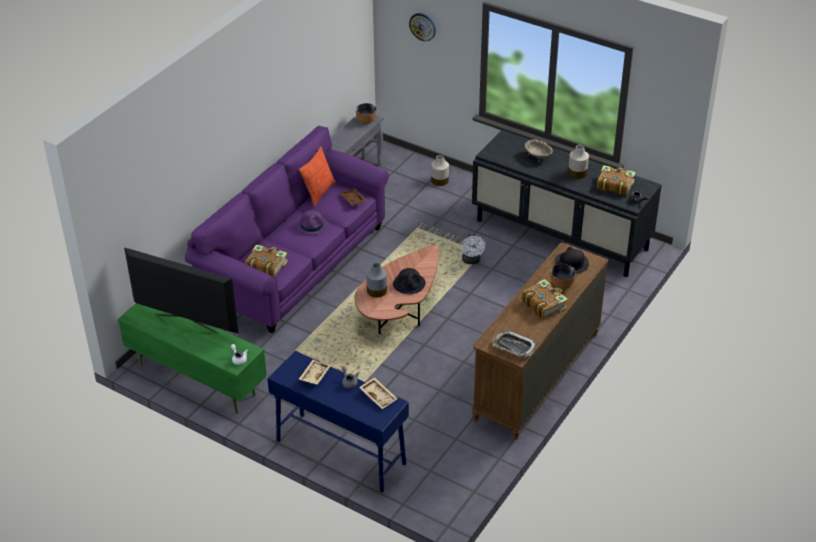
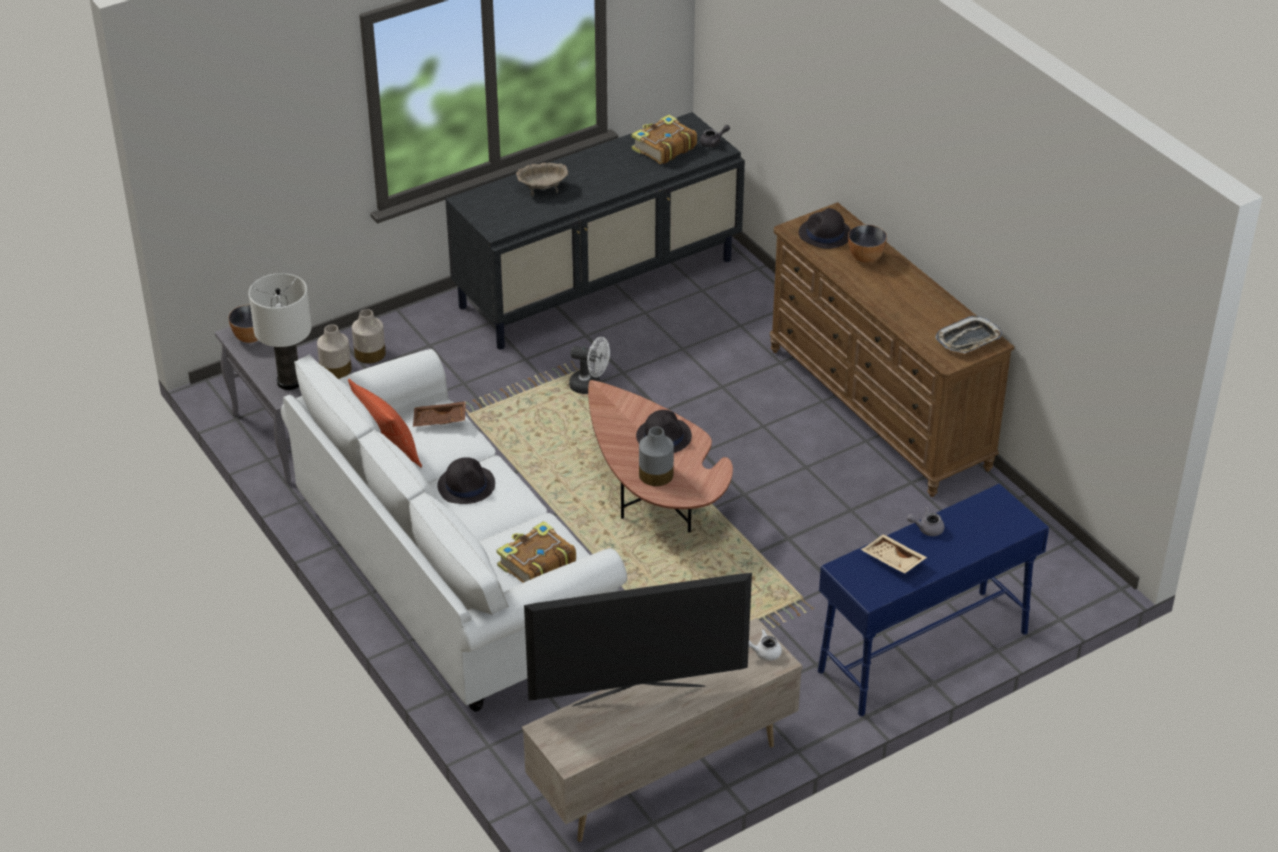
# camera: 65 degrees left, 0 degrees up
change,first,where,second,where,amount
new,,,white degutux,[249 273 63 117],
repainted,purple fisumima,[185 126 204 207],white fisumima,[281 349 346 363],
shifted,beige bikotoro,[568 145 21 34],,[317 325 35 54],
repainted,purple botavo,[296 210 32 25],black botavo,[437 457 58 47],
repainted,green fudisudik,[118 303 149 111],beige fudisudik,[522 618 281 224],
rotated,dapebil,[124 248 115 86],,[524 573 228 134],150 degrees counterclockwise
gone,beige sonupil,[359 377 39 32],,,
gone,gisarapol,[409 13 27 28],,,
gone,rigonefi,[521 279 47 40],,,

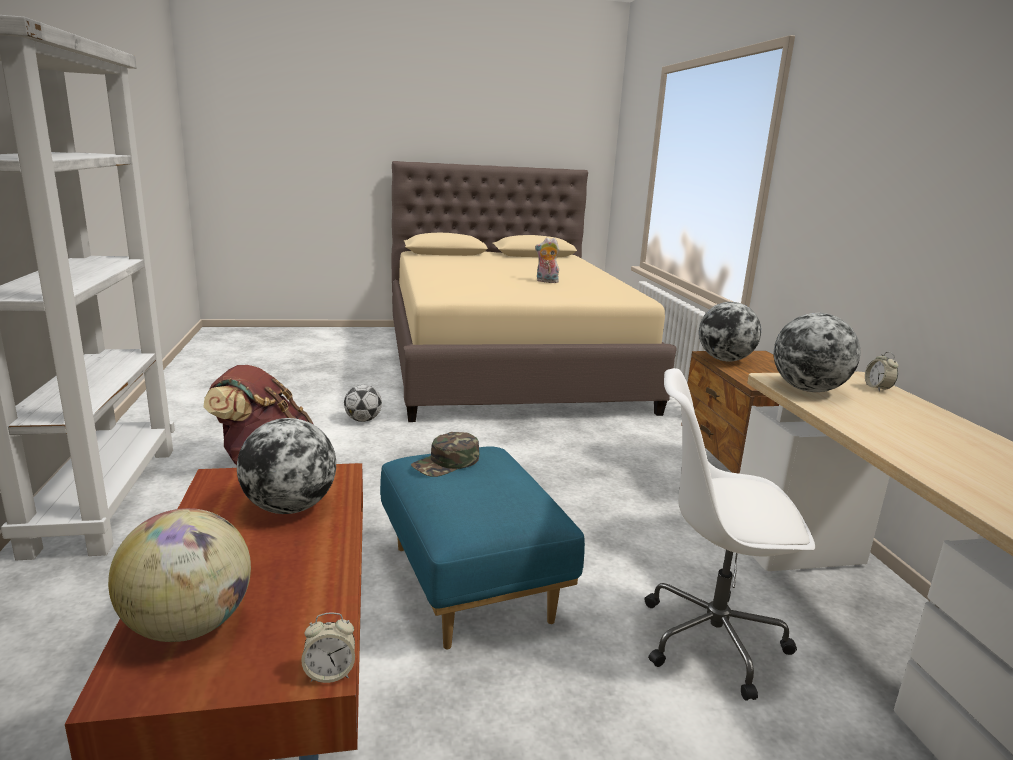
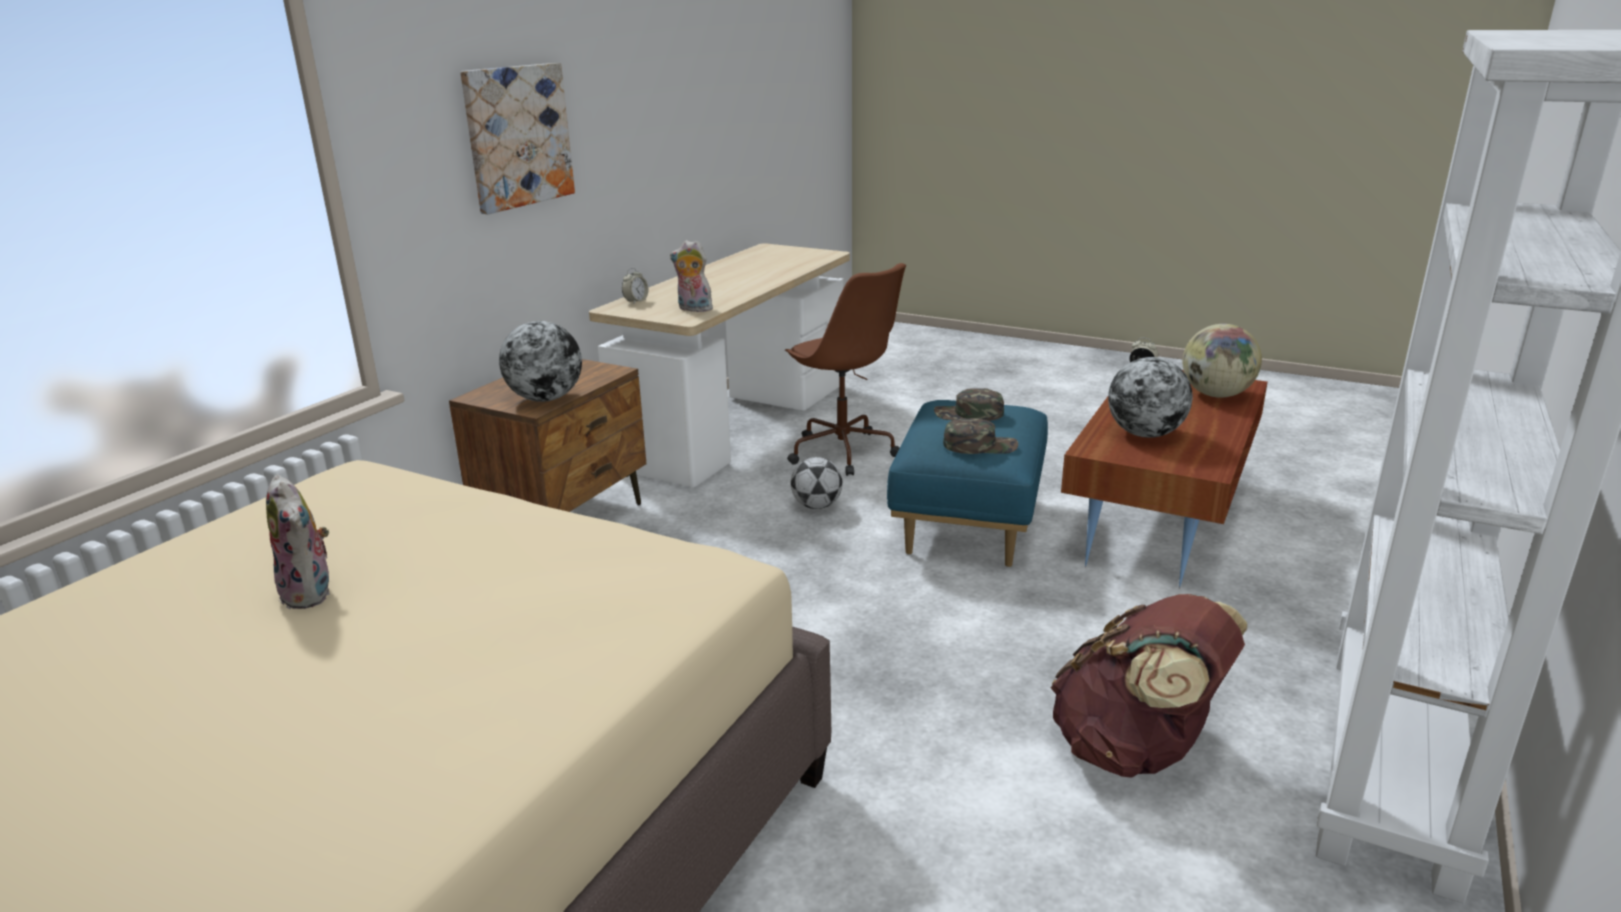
# camera: 140 degrees left, 5 degrees up
change,first,where,second,where,amount
new,,,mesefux,[460 63 115 151],
swapped,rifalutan,[774 313 86 79],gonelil,[670 240 43 72],
repainted,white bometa,[644 368 171 333],brown bometa,[785 263 121 213],
shifted,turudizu,[344 385 38 37],,[791 457 52 52],
new,,,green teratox,[934 388 70 33],

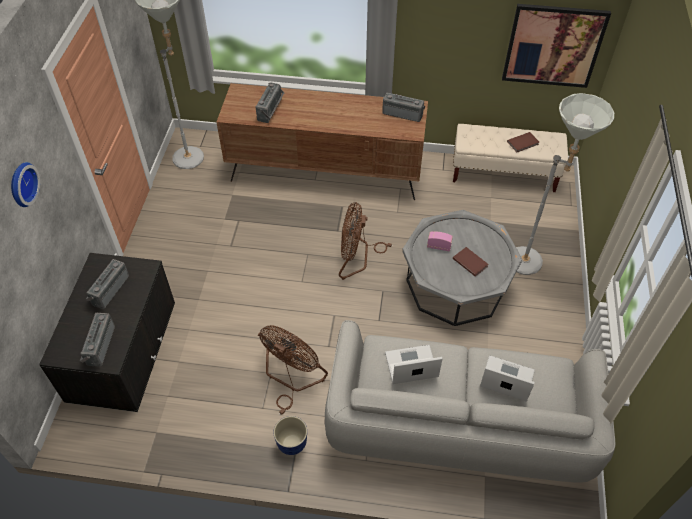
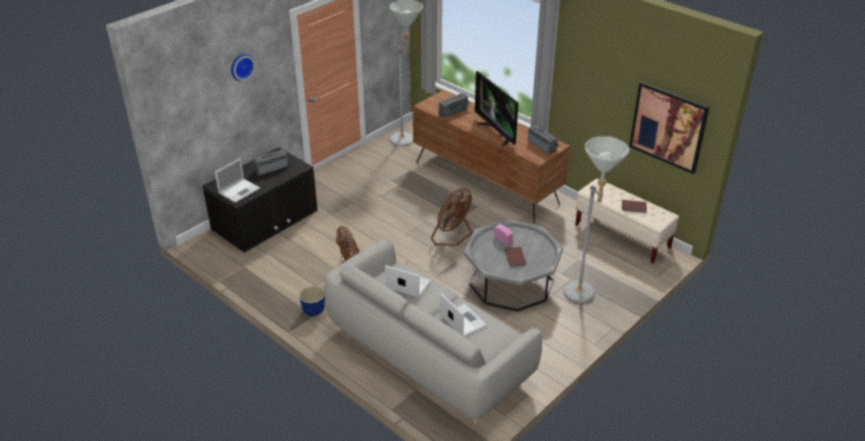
# camera: 35 degrees right, 15 degrees down
change,first,where,second,where,amount
swapped,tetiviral,[80 313 35 54],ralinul,[215 158 45 45],
new,,,dapebil,[475 71 43 76],

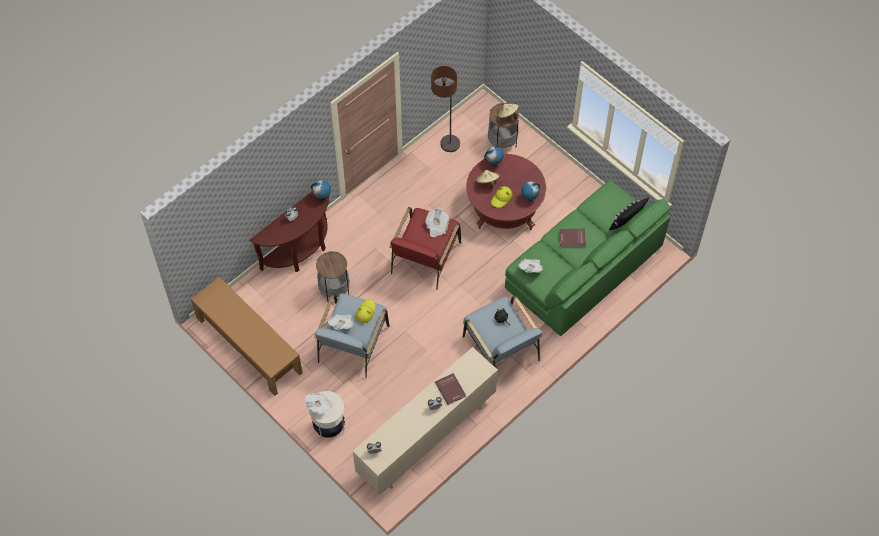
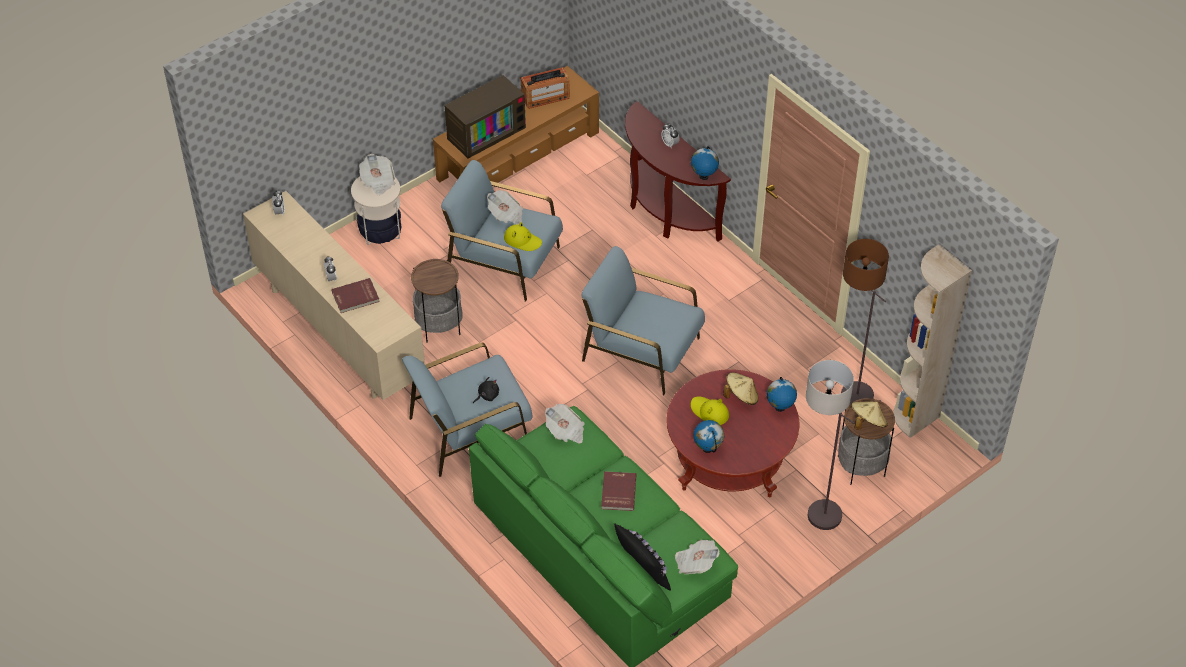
# camera: 95 degrees right, 10 degrees down
change,first,where,second,where,amount
shifted,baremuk,[316 251 34 51],,[411 259 52 84],
new,,,dapebil,[445 75 81 83],
new,,,tetiviral,[521 67 49 42],
repainted,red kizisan,[389 207 72 83],blue kizisan,[582 246 123 149],
shifted,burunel,[425 208 24 29],,[675 540 44 34],
new,,,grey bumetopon,[806 360 49 170],
new,,,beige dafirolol,[893 244 79 194],

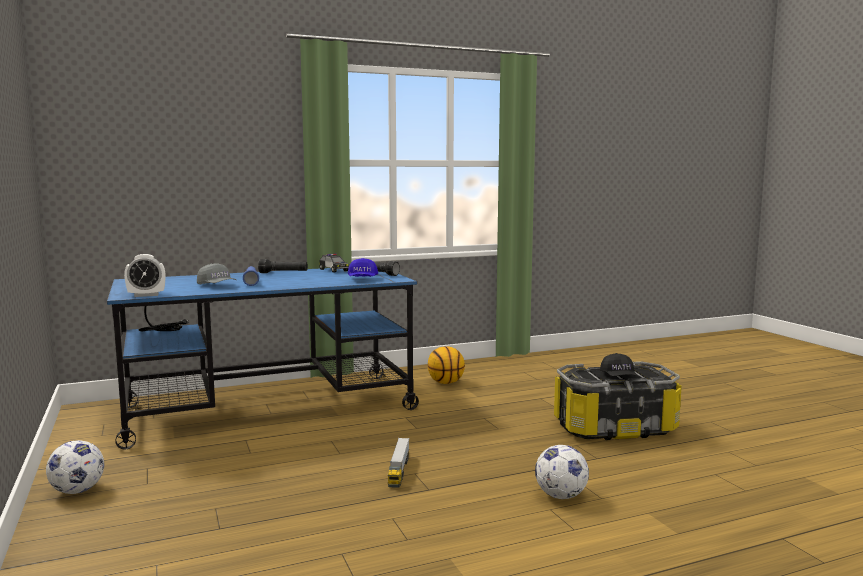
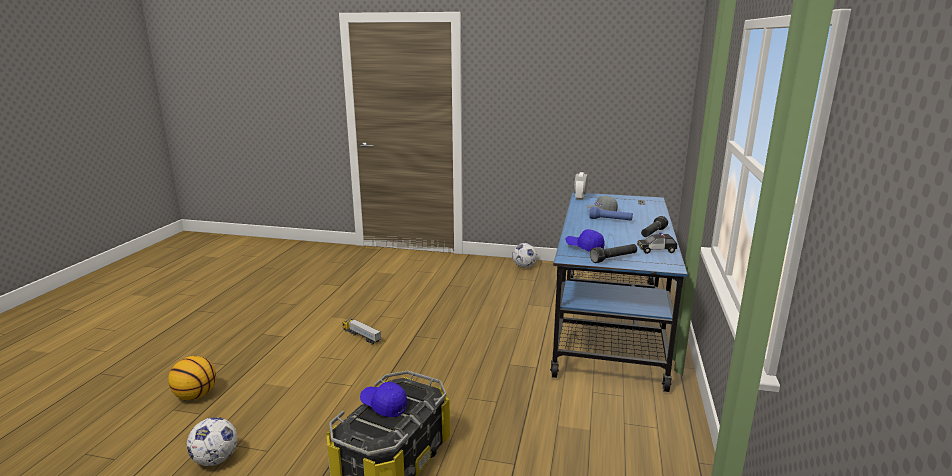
# camera: 125 degrees right, 10 degrees up
change,first,where,second,where,amount
shifted,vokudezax,[428 346 37 38],,[168 356 48 44],
shifted,turudizu,[535 445 54 54],,[187 417 50 49],
shifted,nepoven,[388 438 21 50],,[342 319 39 26],
repainted,black teratox,[600 353 37 23],blue teratox,[360 382 47 35],

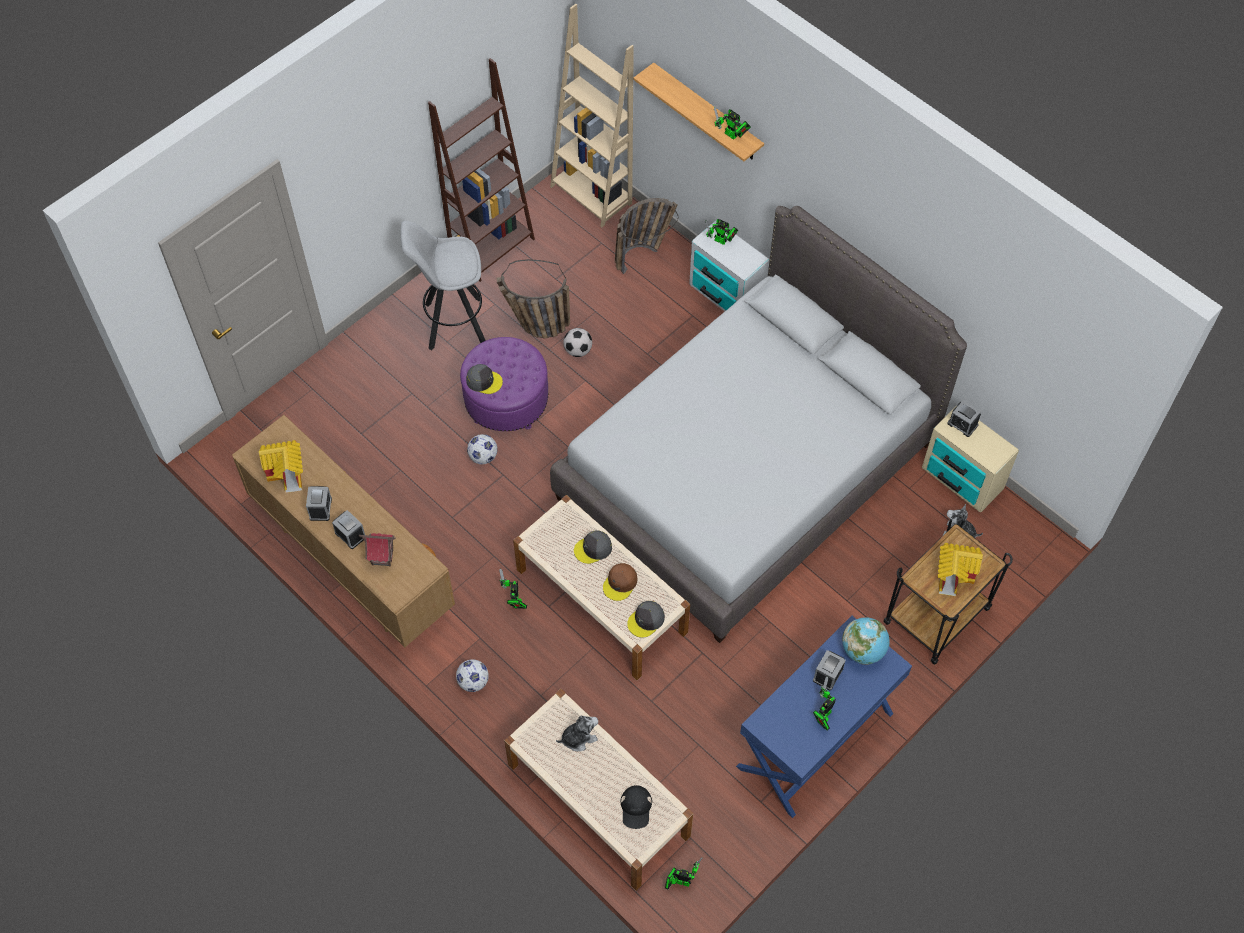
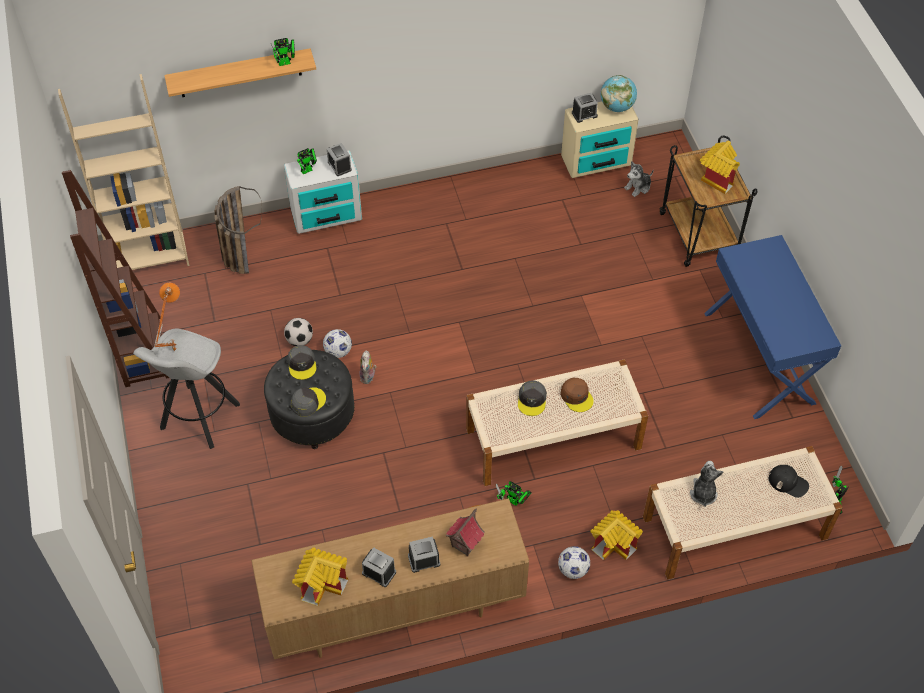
# camera: 60 degrees left, 5 degrees down
change,first,where,second,where,amount
new,,,orange degutux,[155 283 25 68],
repainted,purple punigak,[460 337 89 94],black punigak,[264 350 91 99],
shifted,grey teratox,[627 601 38 36],,[287 345 29 35],
shifted,turudizu,[467 434 31 30],,[323 329 29 29],
shifted,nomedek,[813 650 33 41],,[327 143 25 33],
new,,,gonelil,[360 351 17 33],
new,,,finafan,[590 510 53 50],
shifted,rifalutan,[842 617 48 48],,[601 75 36 37],
gone,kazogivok,[497 259 73 79],,,
gone,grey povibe,[550 206 417 437],,,
gone,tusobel,[813 677 23 54],,,

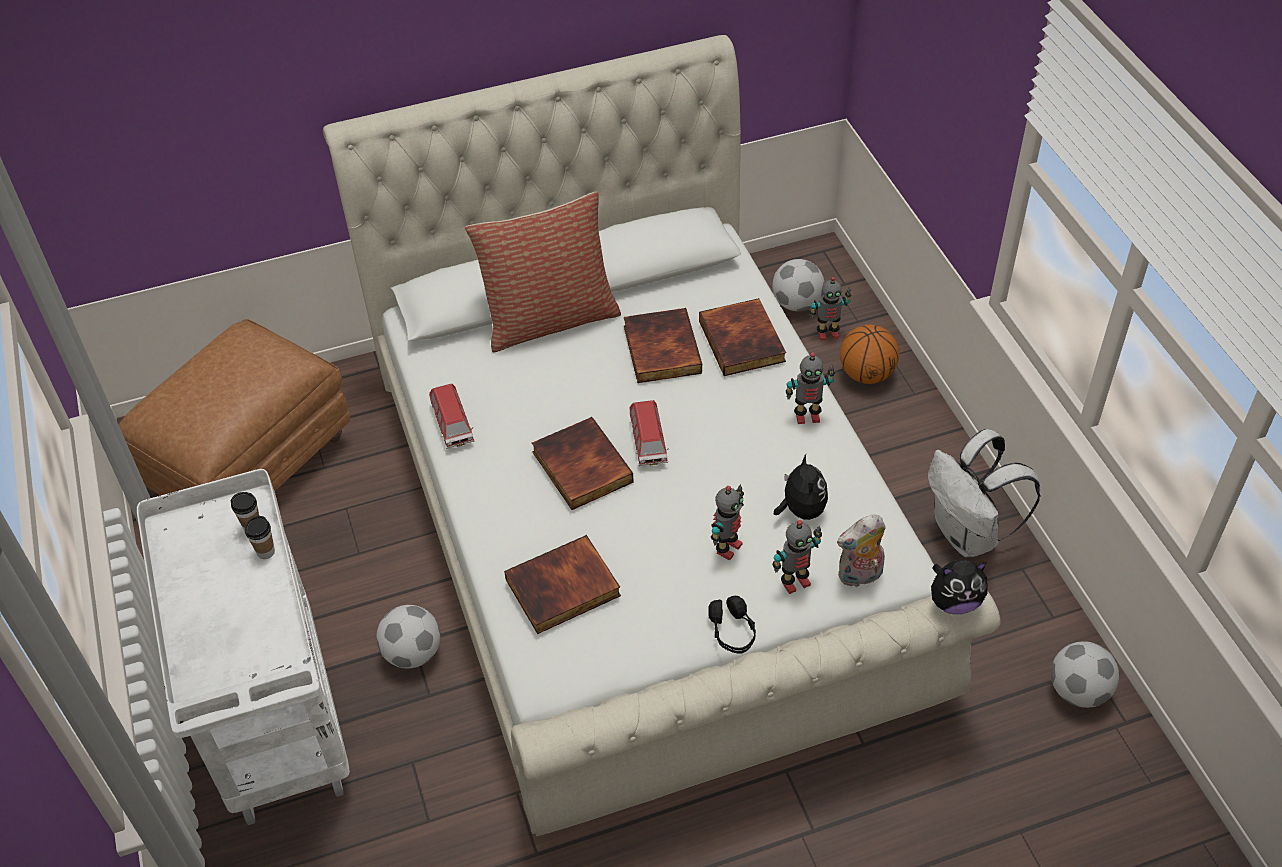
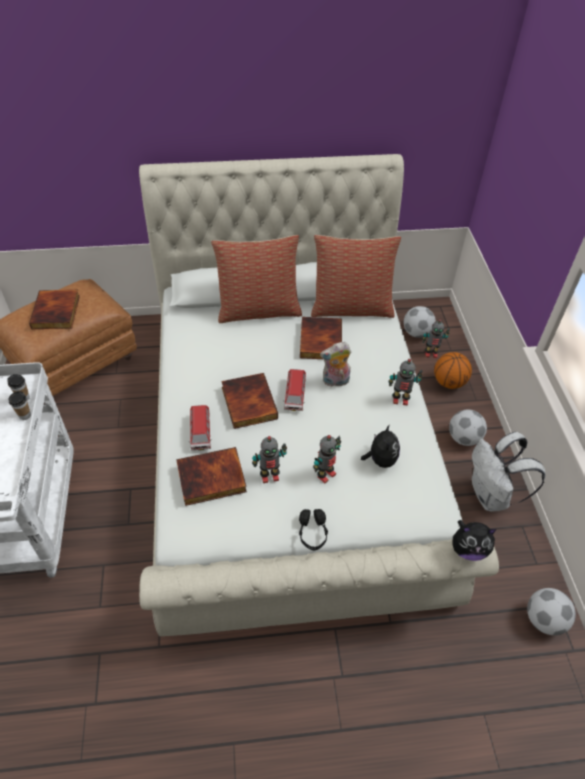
# camera: 10 degrees right, 0 degrees up
change,first,where,second,where,amount
shifted,rigonefi,[699 298 87 78],,[29 290 51 39],
shifted,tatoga,[429 384 46 65],,[188 405 24 45],
shifted,tusobel,[772 520 50 74],,[252 436 35 47],
new,,,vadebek,[311 235 90 83],
shifted,gonelil,[837 514 49 73],,[320 342 31 45],
shifted,turudizu,[376 605 64 64],,[449 409 38 37],

